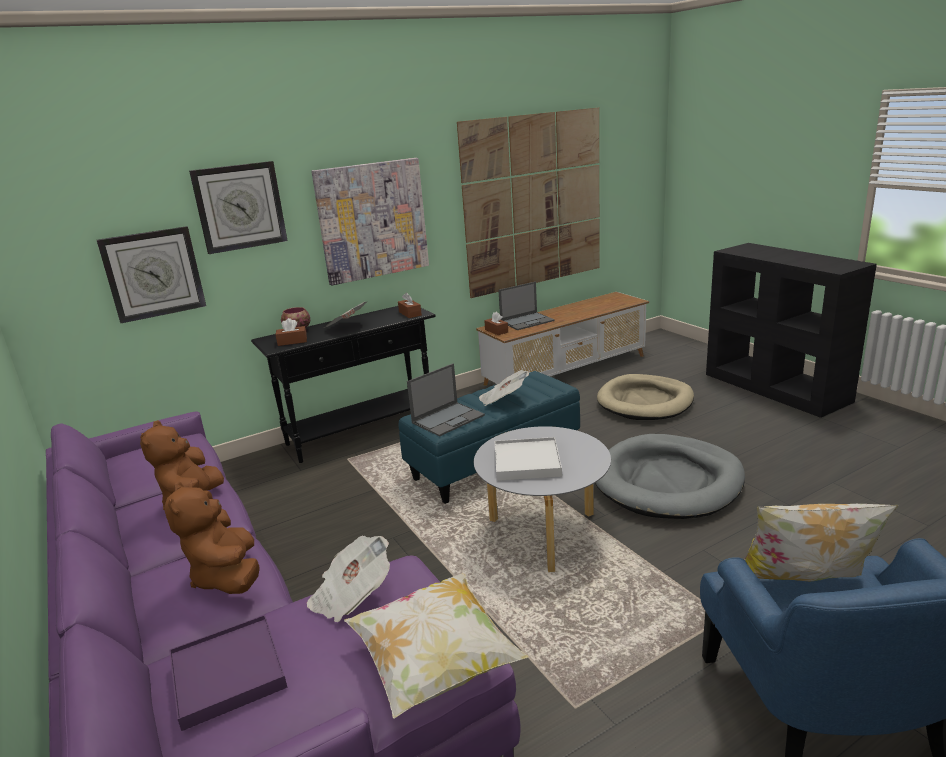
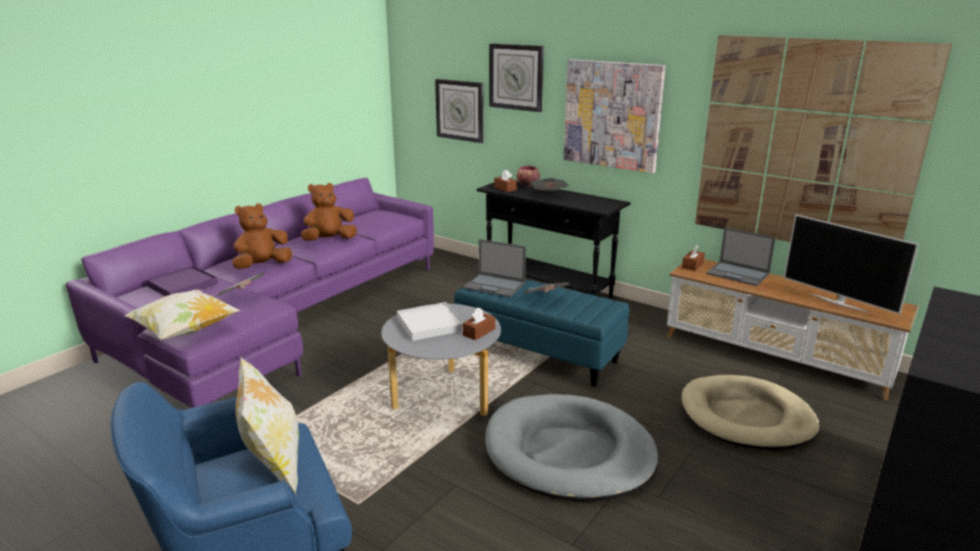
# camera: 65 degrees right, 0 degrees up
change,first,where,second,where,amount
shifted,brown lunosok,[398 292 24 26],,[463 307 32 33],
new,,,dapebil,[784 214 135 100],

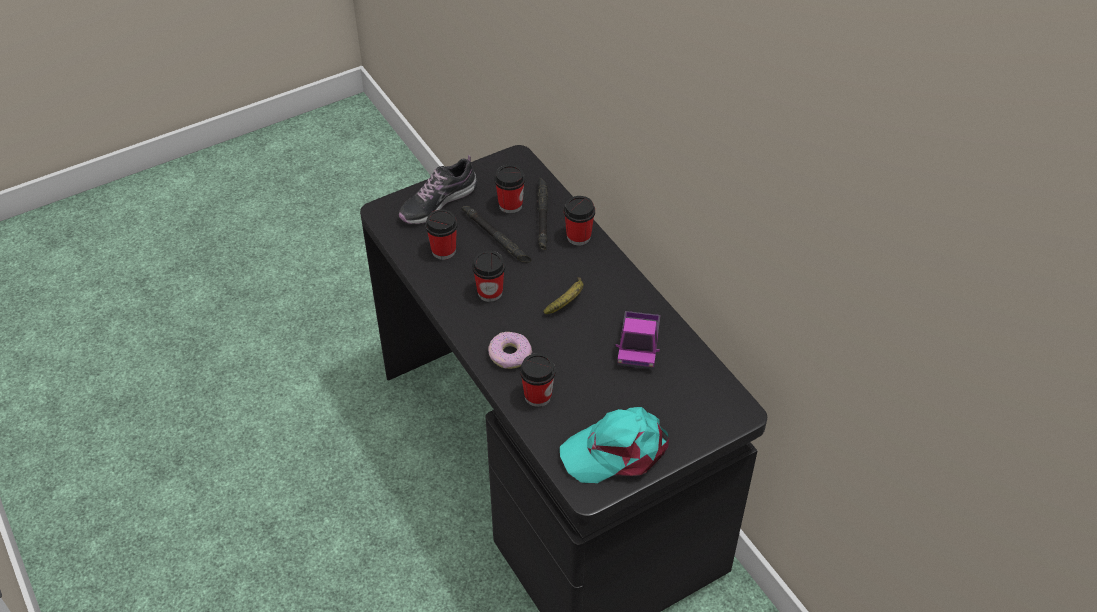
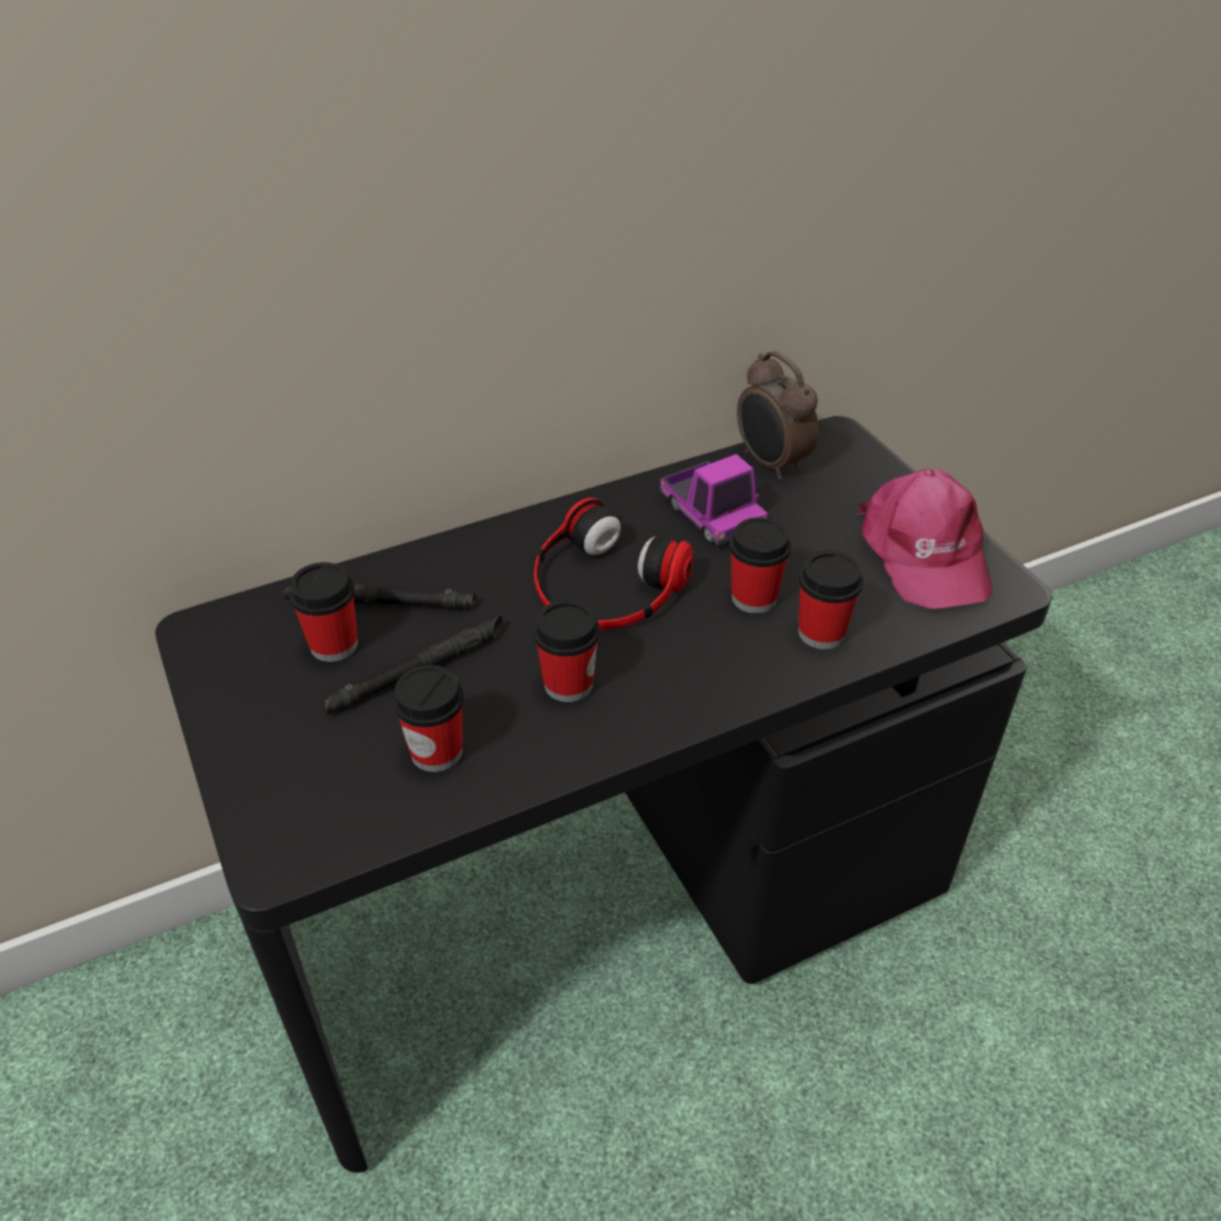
# camera: 85 degrees left, 5 degrees down
change,first,where,second,where,amount
swapped,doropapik,[543 277 41 37],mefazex,[534 498 159 132],
rotated,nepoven,[616 311 45 58],,[660 454 108 92],45 degrees clockwise
shifted,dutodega,[564 196 31 50],,[729 517 62 96],
new,,,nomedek,[737 351 82 129],
repainted,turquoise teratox,[560 407 109 76],pink teratox,[857 469 135 140],
gone,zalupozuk,[399 155 78 69],,,
gone,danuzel,[488 332 44 37],,,

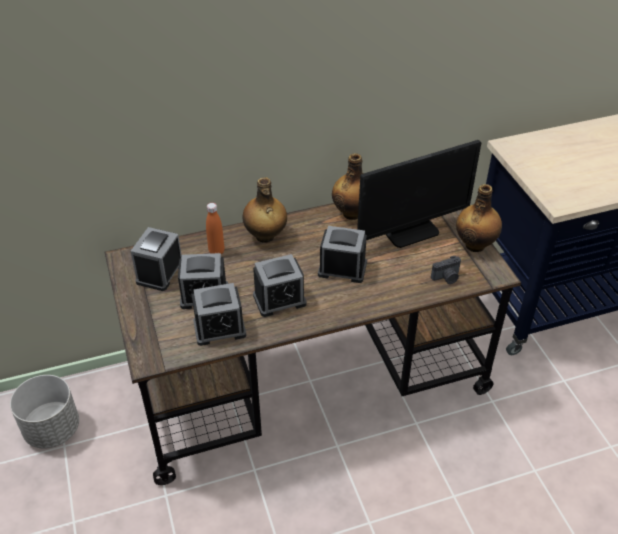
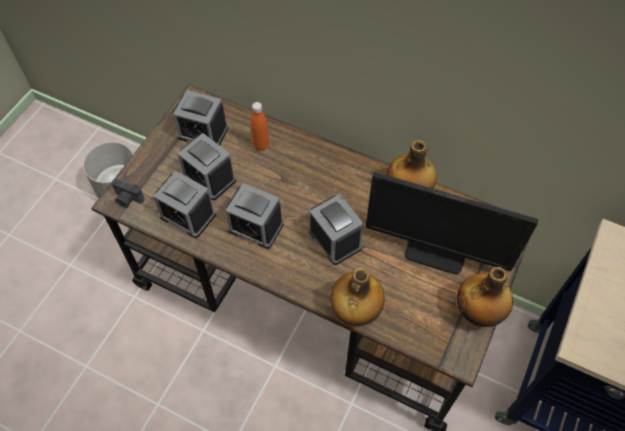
# camera: 45 degrees right, 15 degrees up
change,first,where,second,where,amount
shifted,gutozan,[431 256 30 28],,[111 179 34 29],
rotated,nomedek,[131 227 51 64],,[173 90 56 55],135 degrees counterclockwise
shifted,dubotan,[243 177 44 66],,[330 268 55 58],

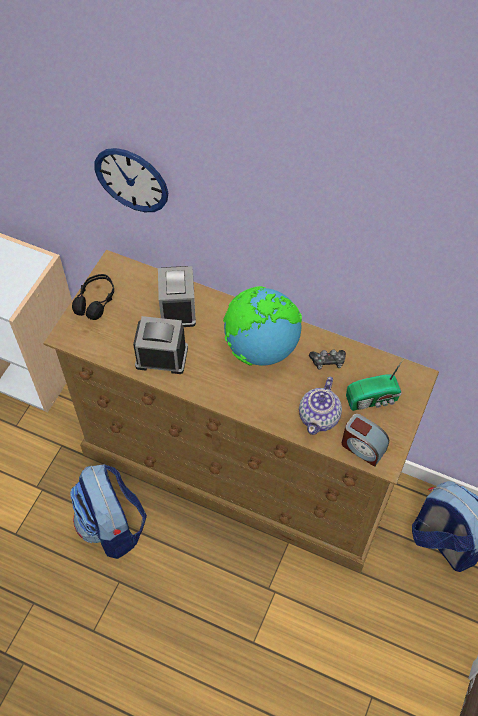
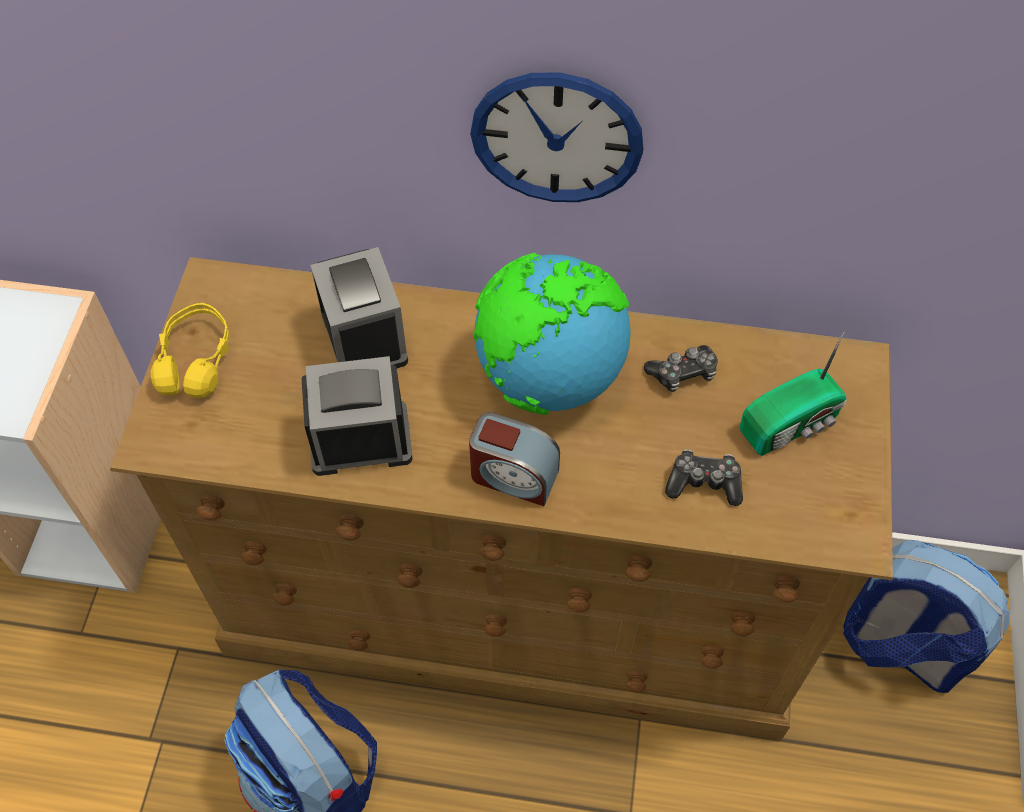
# camera: 15 degrees left, 0 degrees up
change,first,where,second,where,amount
repainted,black mefazex,[72 274 42 46],yellow mefazex,[151 303 78 95],
shifted,nomedek,[342 414 47 53],,[469 412 91 94],
shifted,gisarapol,[94 148 74 64],,[470 72 174 130],
swapped,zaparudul,[299 377 43 58],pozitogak,[665 449 78 57],

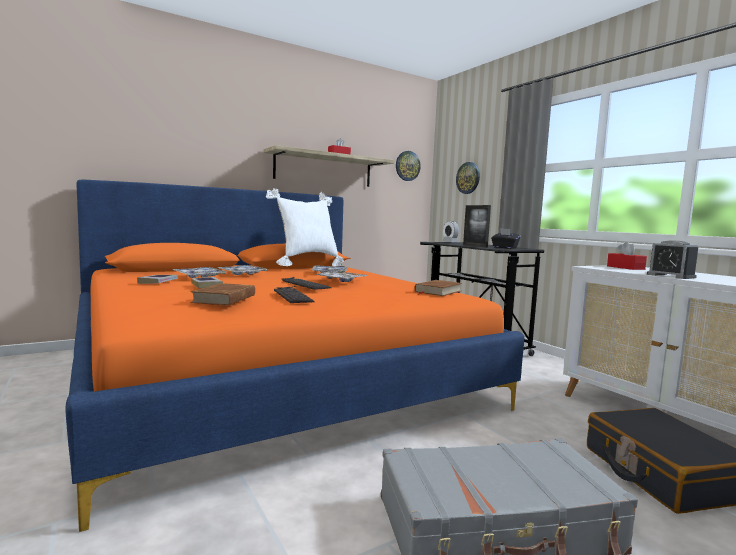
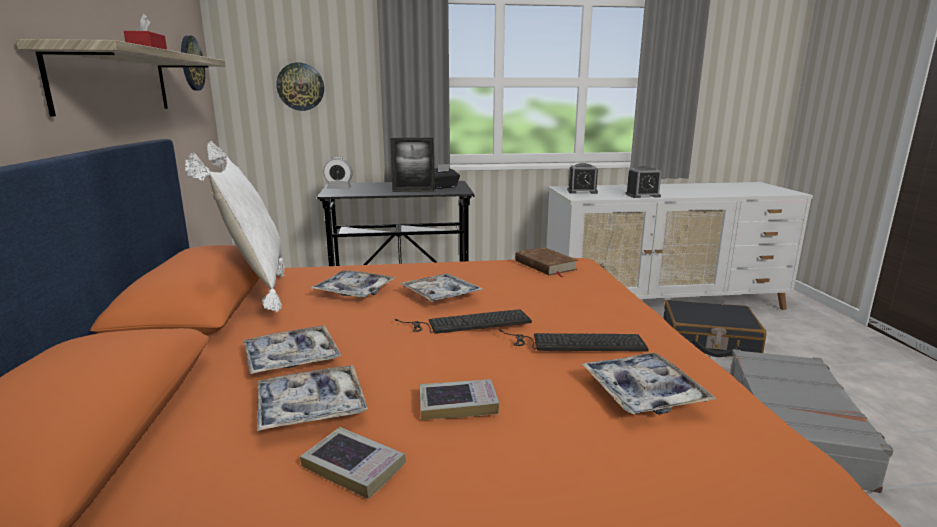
# camera: 65 degrees left, 10 degrees up
change,first,where,second,where,amount
swapped,red lunosok,[607 242 40 28],nomedek,[567 163 31 31],
swapped,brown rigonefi,[191 283 64 22],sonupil,[582 353 135 62],

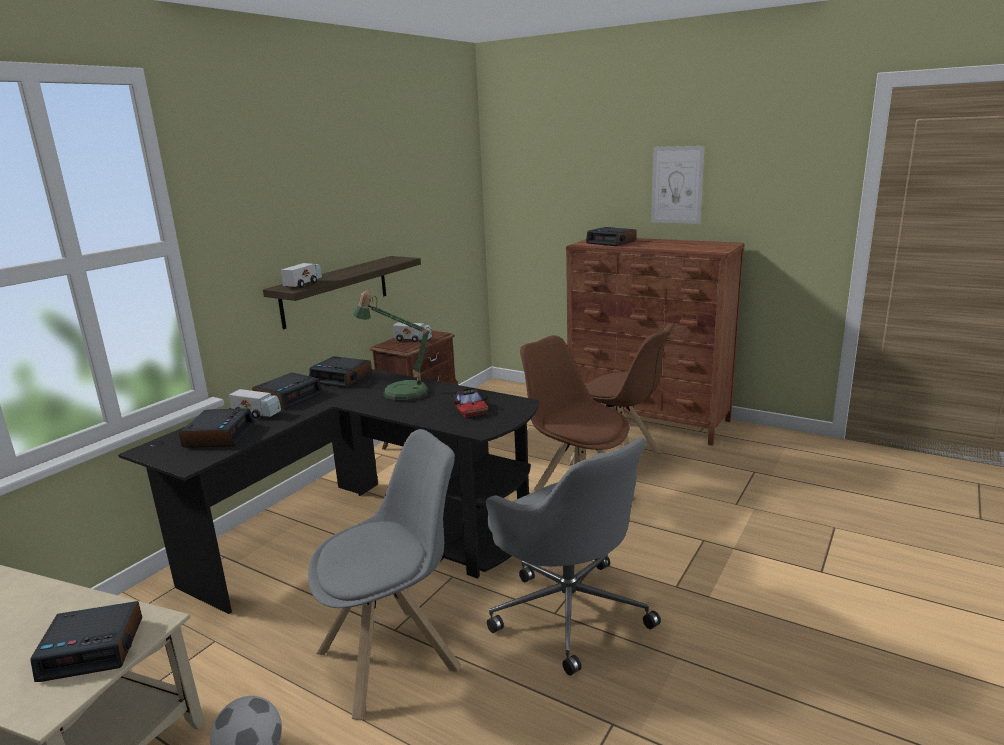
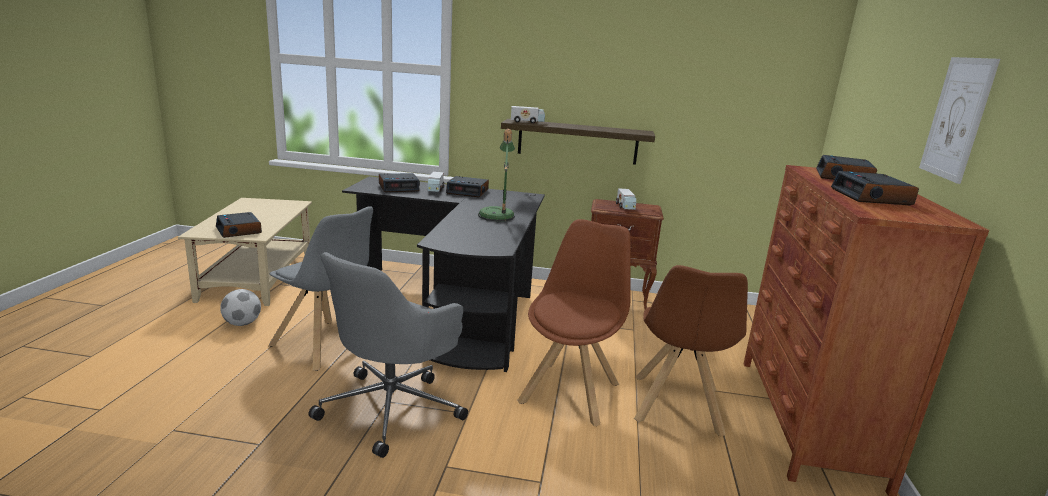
# camera: 65 degrees right, 0 degrees up
change,first,where,second,where,amount
shifted,nomedek,[309 356 63 32],,[831 171 88 34],
gone,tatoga,[453 388 35 29],,,

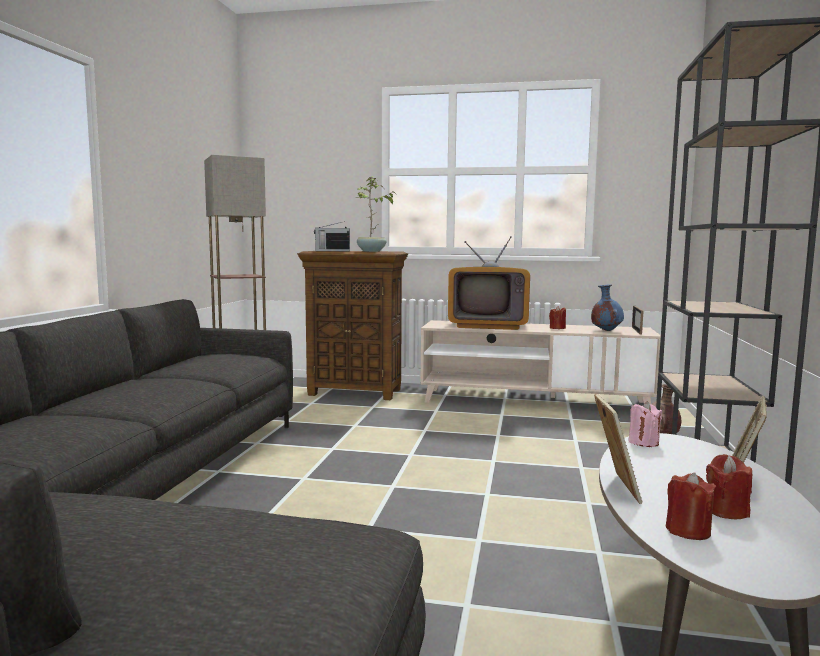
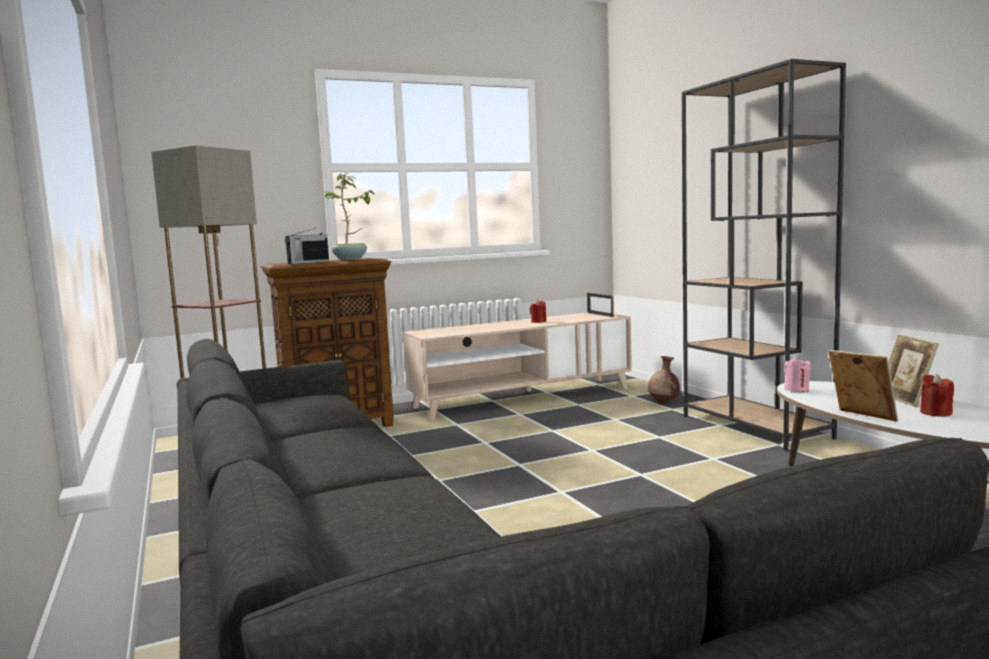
# camera: 35 degrees left, 0 degrees up
change,first,where,second,where,amount
gone,dapebil,[448 236 82 94],,,
gone,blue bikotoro,[591 285 33 46],,,
gone,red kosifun,[666 473 50 67],,,

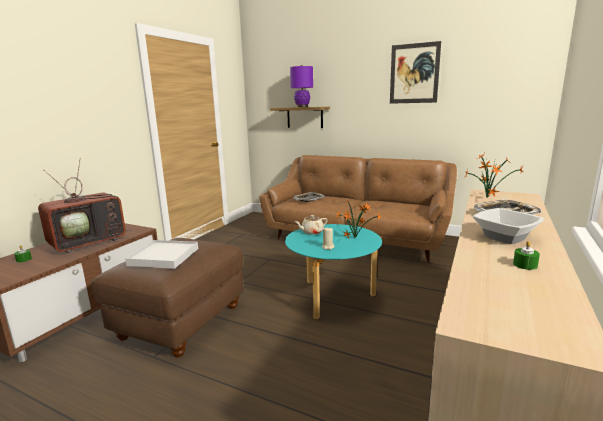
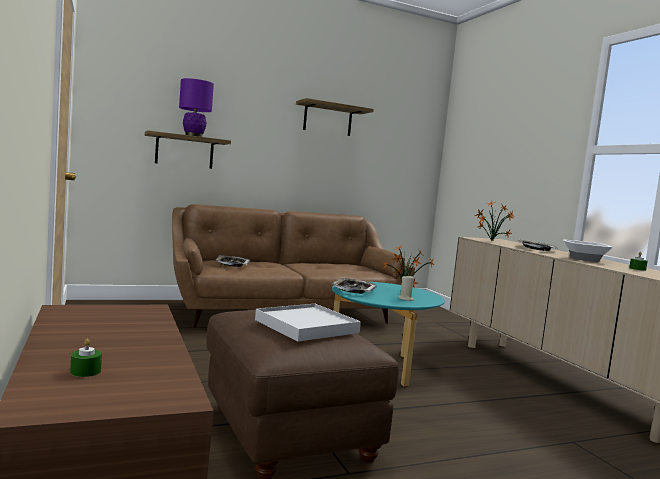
# camera: 50 degrees left, 10 degrees down
change,first,where,second,where,amount
swapped,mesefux,[390 41 51 63],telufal,[296 98 78 38],
swapped,beige zaparudul,[295 215 33 20],sonupil,[332 278 45 16],
gone,dapebil,[38 158 93 95],,,

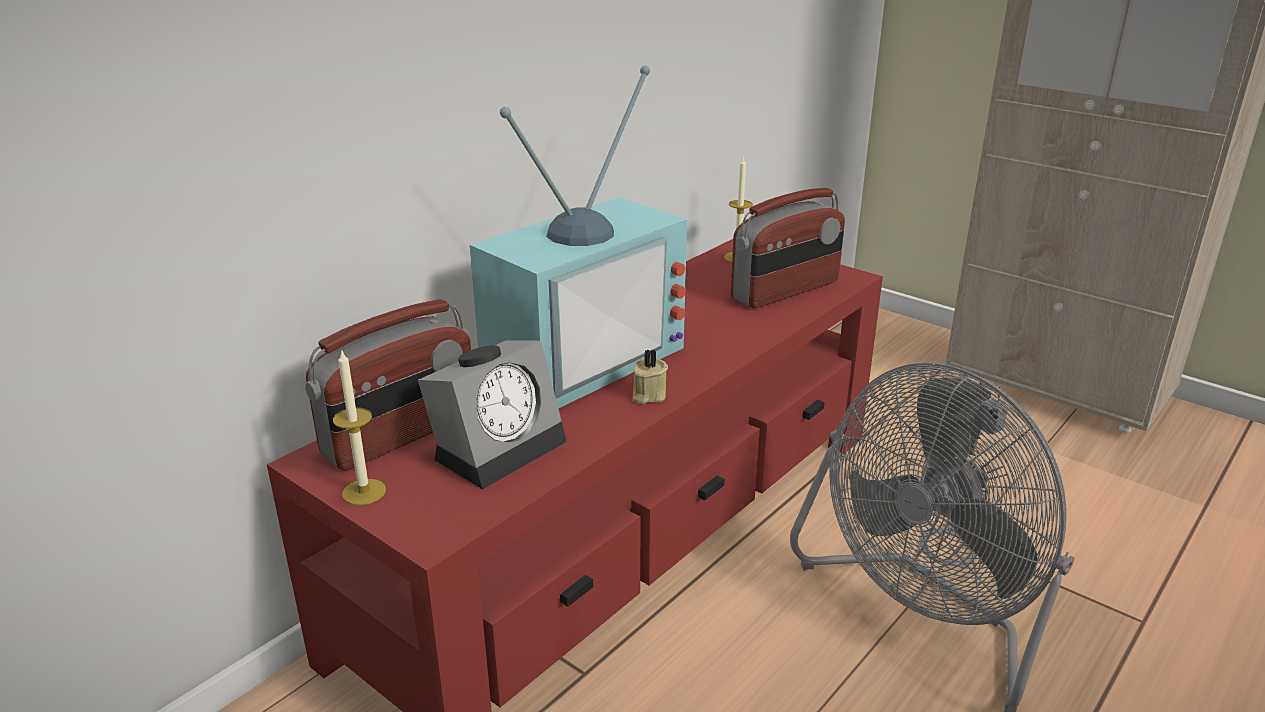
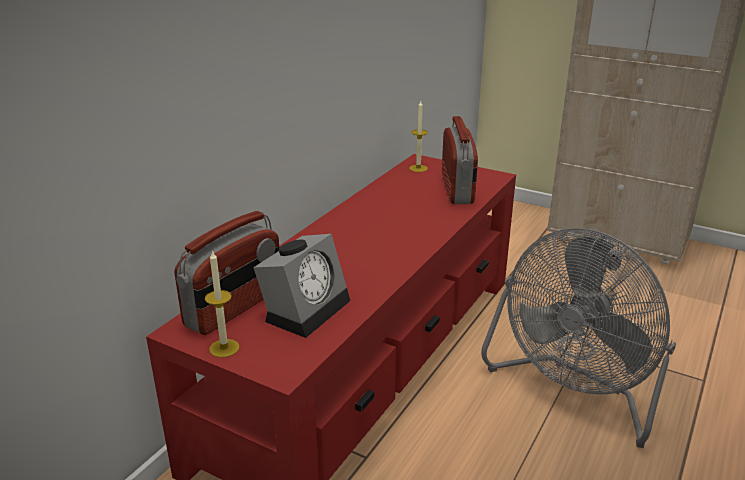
# camera: 10 degrees left, 0 degrees up
change,first,where,second,where,amount
rotated,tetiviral,[731 188 114 120],,[442 116 36 88],45 degrees counterclockwise
gone,dapebil,[470 65 217 344],,,
gone,beige kosifun,[632 349 36 55],,,

